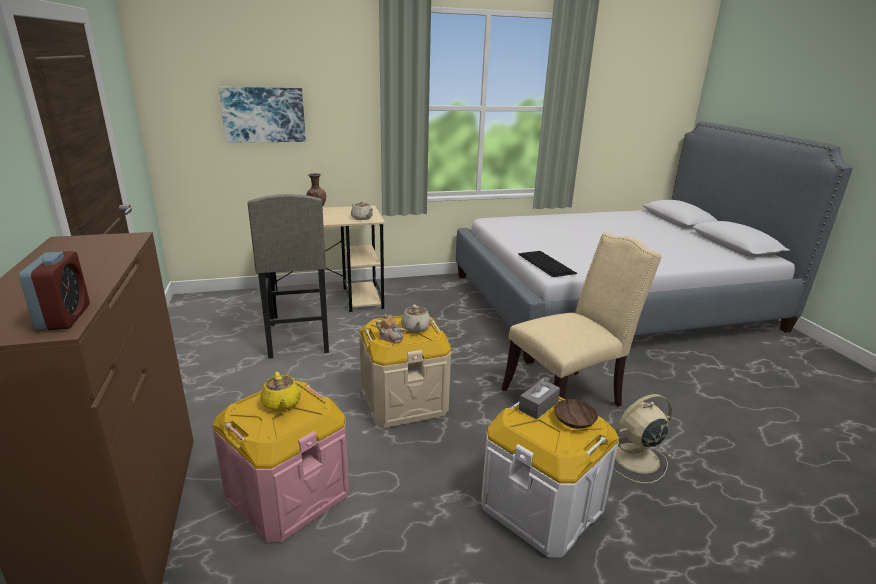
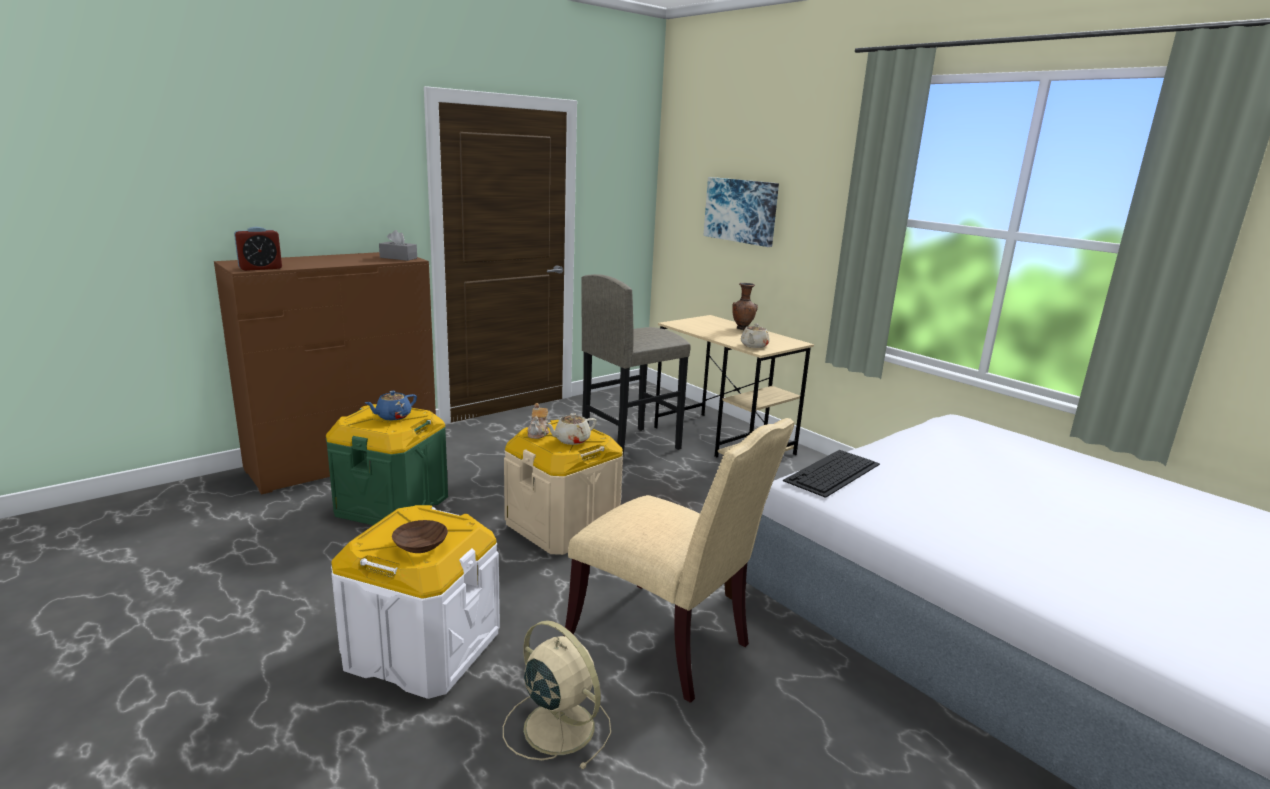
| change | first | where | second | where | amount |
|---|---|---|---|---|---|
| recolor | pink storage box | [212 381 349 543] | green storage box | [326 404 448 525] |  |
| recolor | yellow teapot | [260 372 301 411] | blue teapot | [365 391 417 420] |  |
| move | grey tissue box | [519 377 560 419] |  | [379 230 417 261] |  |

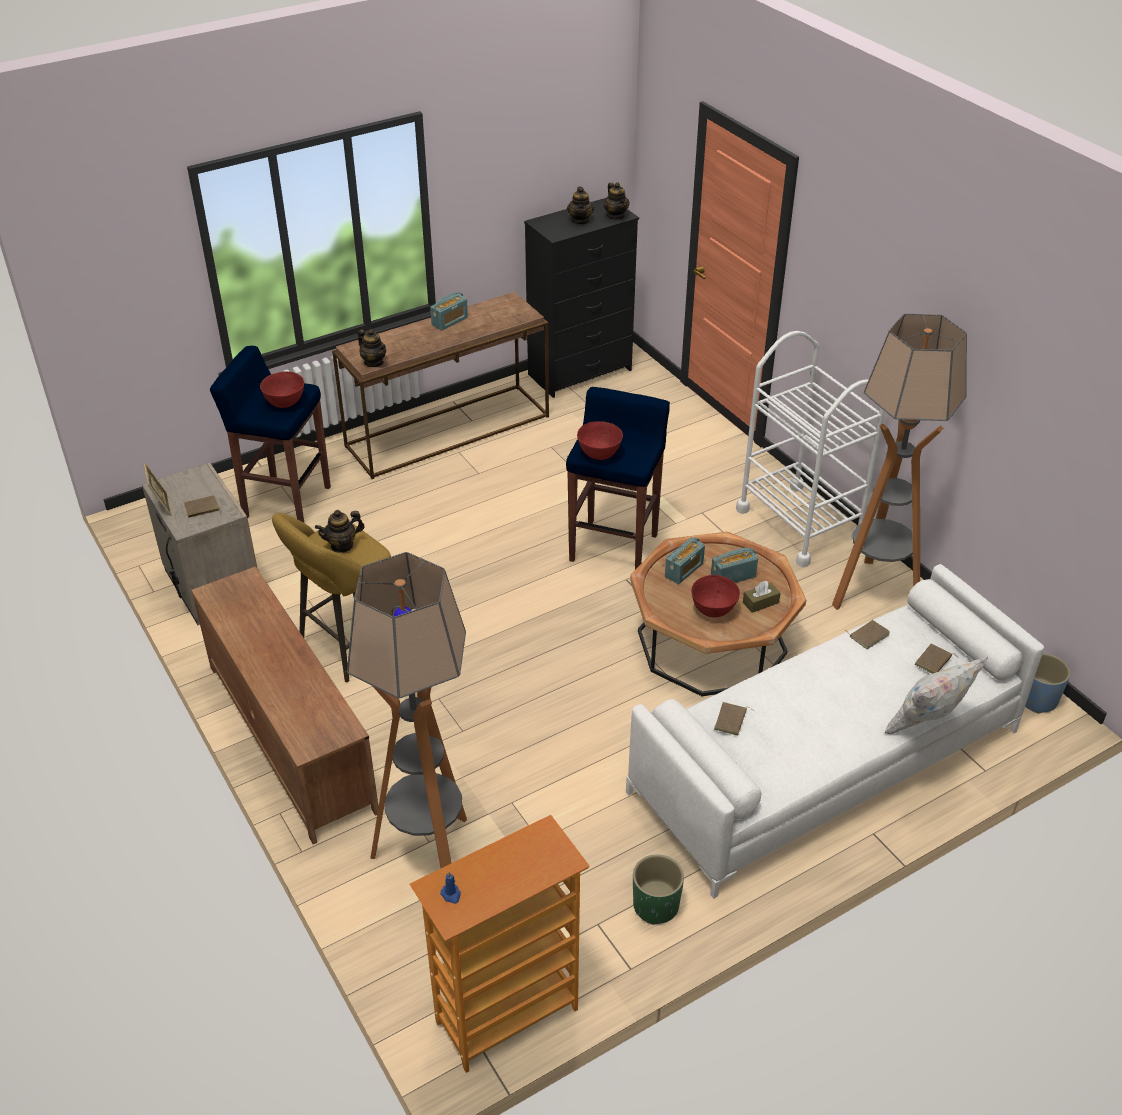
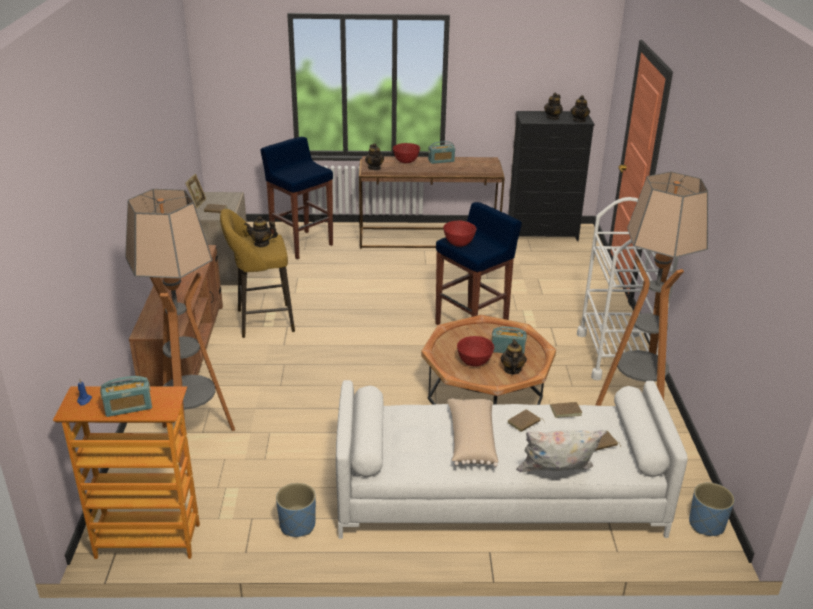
| change | first | where | second | where | amount |
|---|---|---|---|---|---|
| move | red bowl | [260 372 304 408] |  | [393 143 420 163] |  |
| recolor | green planter | [633 854 684 925] | blue planter | [276 483 316 537] |  |
| move | radio | [665 537 705 584] |  | [100 376 152 417] |  |
| move | brown book | [714 702 754 736] |  | [507 409 545 432] |  |
| replace | brown tissue box | [743 581 781 613] | teapot | [500 339 527 374] |  |
| insert |  |  | beige pillow | [447 398 498 467] |  |

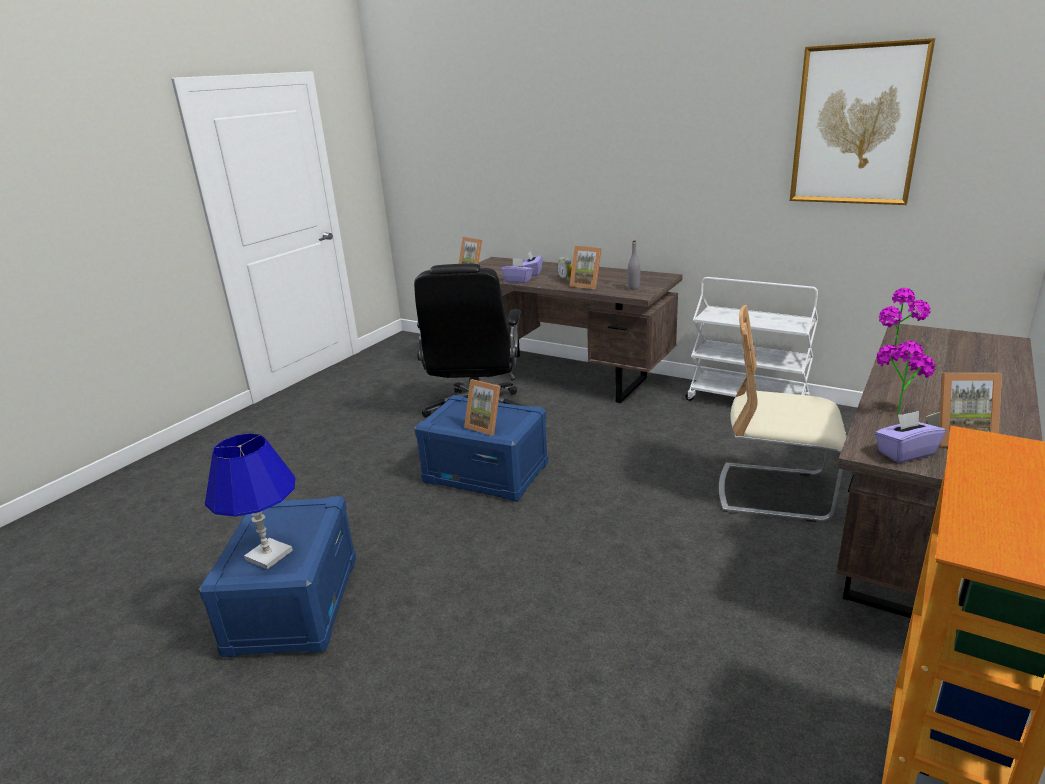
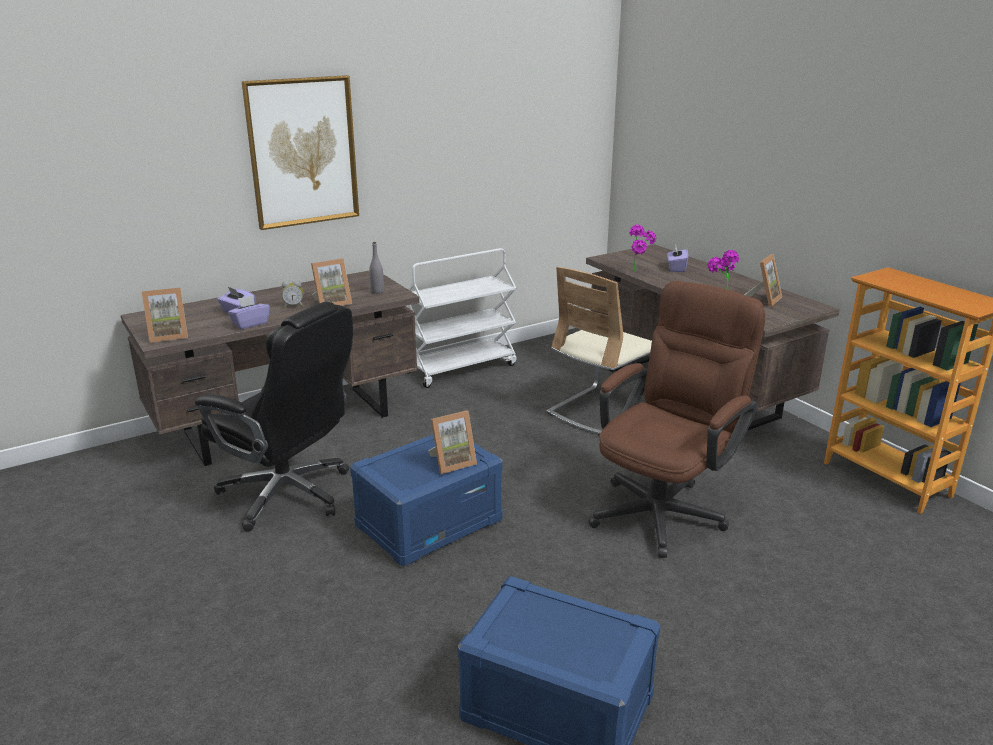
| change | first | where | second | where | amount |
|---|---|---|---|---|---|
| delete | blue table lamp | [205 433 295 569] |  |  |  |
| move | picture | [790 38 935 205] |  | [242 75 359 230] |  |
| move | purple tissue box | [875 411 946 463] |  | [667 246 688 272] |  |
| insert |  |  | brown office chair | [588 281 765 558] |  |

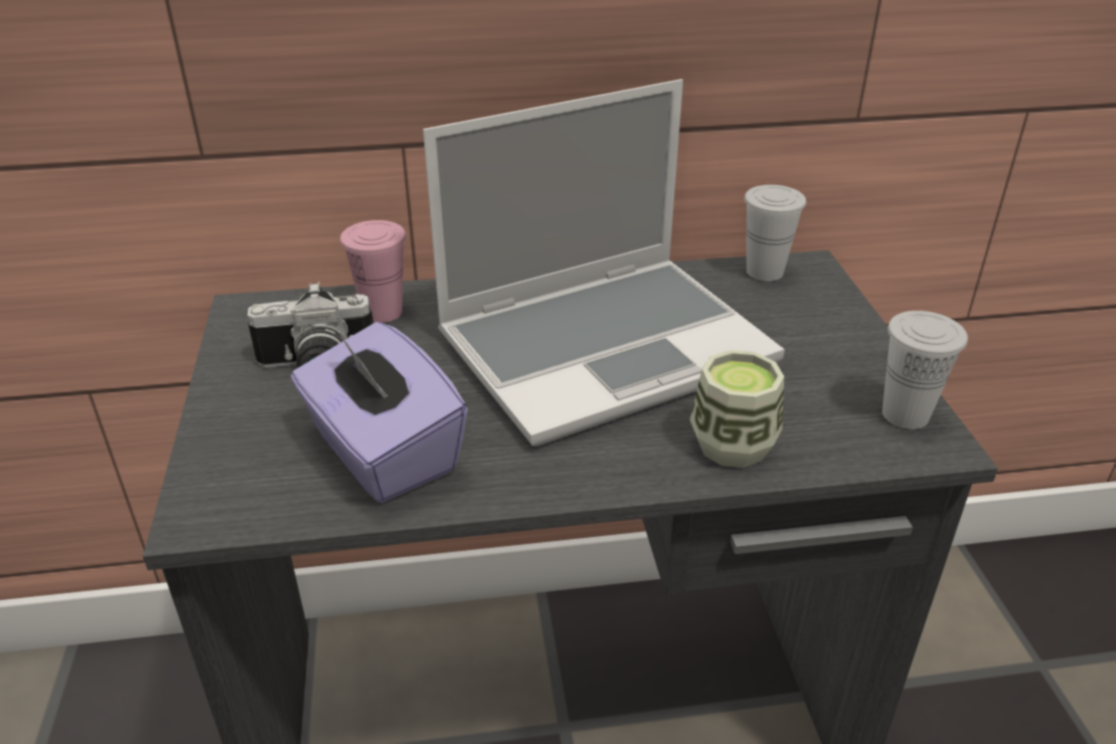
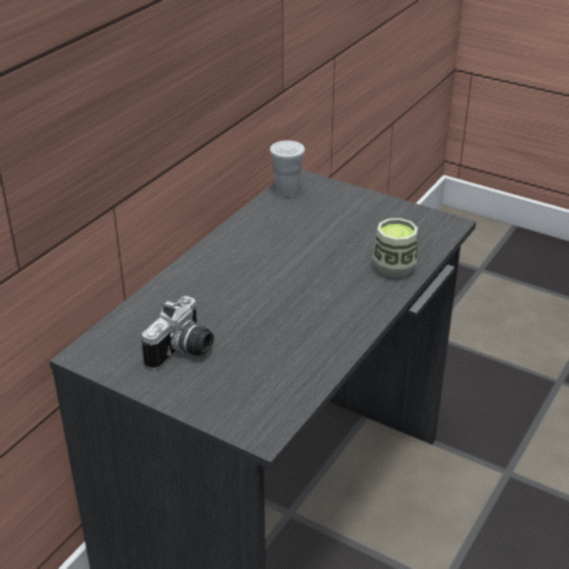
| change | first | where | second | where | amount |
|---|---|---|---|---|---|
| delete | purple tissue box | [291 322 468 503] |  |  |  |
| delete | pink cup | [340 220 406 323] |  |  |  |
| delete | laptop | [423 79 785 446] |  |  |  |
| delete | white cup | [882 311 968 429] |  |  |  |

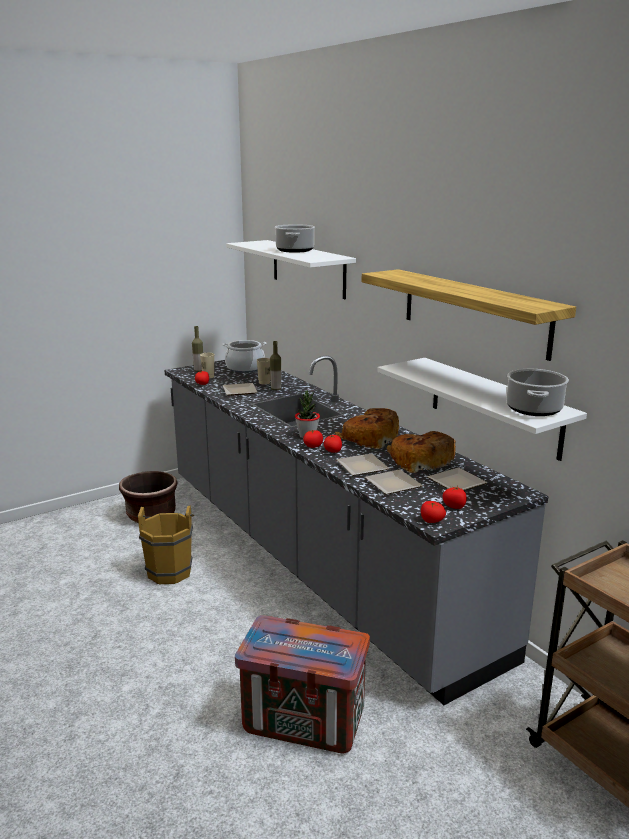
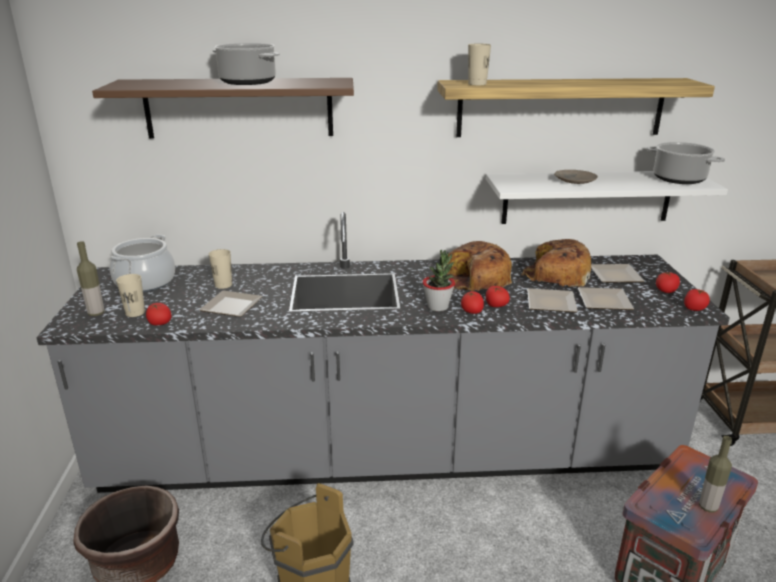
| change | first | where | second | where | amount |
|---|---|---|---|---|---|
| recolor | white shelf | [226 240 356 299] | brown shelf | [92 78 354 138] |  |
| move | bottle | [270 341 281 390] |  | [699 436 732 512] |  |
| insert |  |  | beige cup | [468 44 491 85] |  |
| insert |  |  | beige plate | [554 170 598 184] |  |

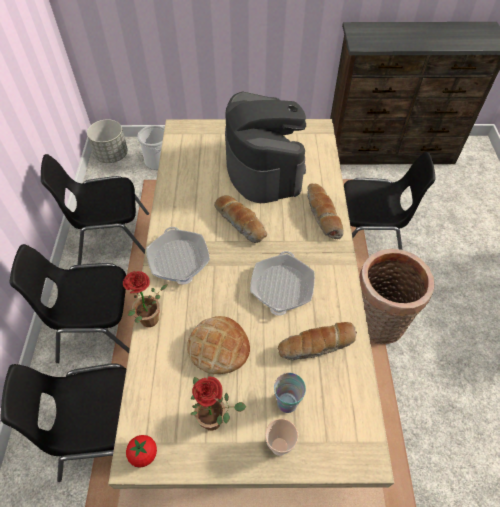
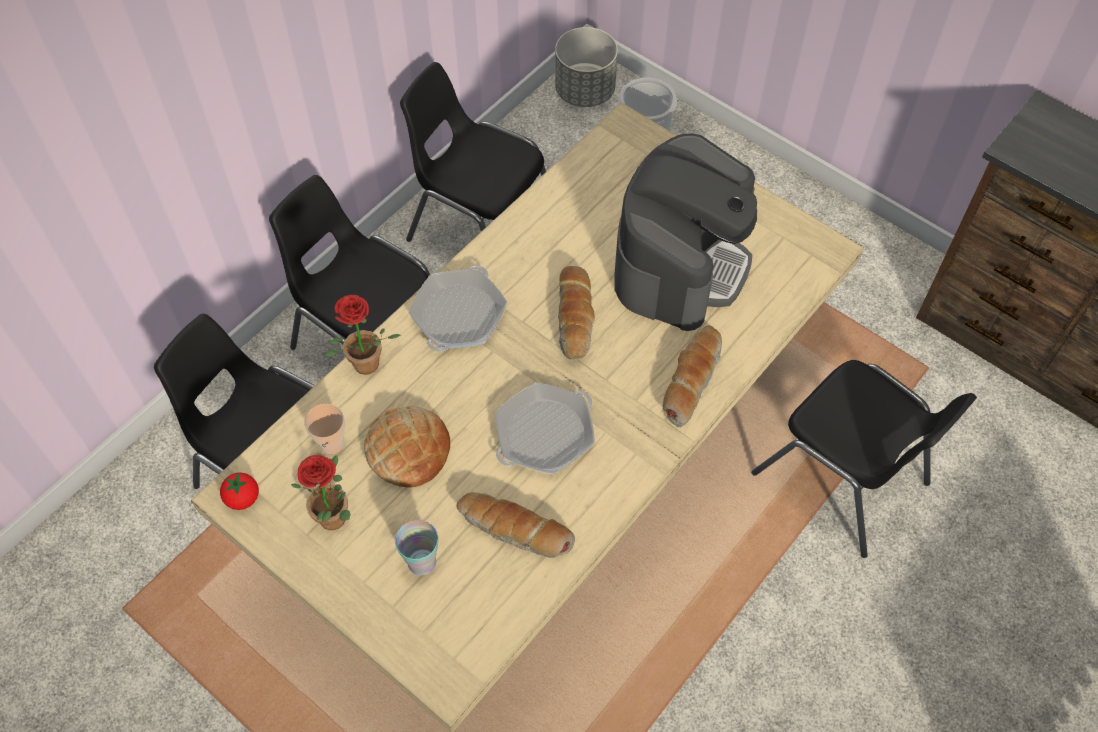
| change | first | where | second | where | amount |
|---|---|---|---|---|---|
| move | cup | [265 419 298 456] |  | [305 404 345 454] |  |
| delete | basket | [360 249 434 344] |  |  |  |

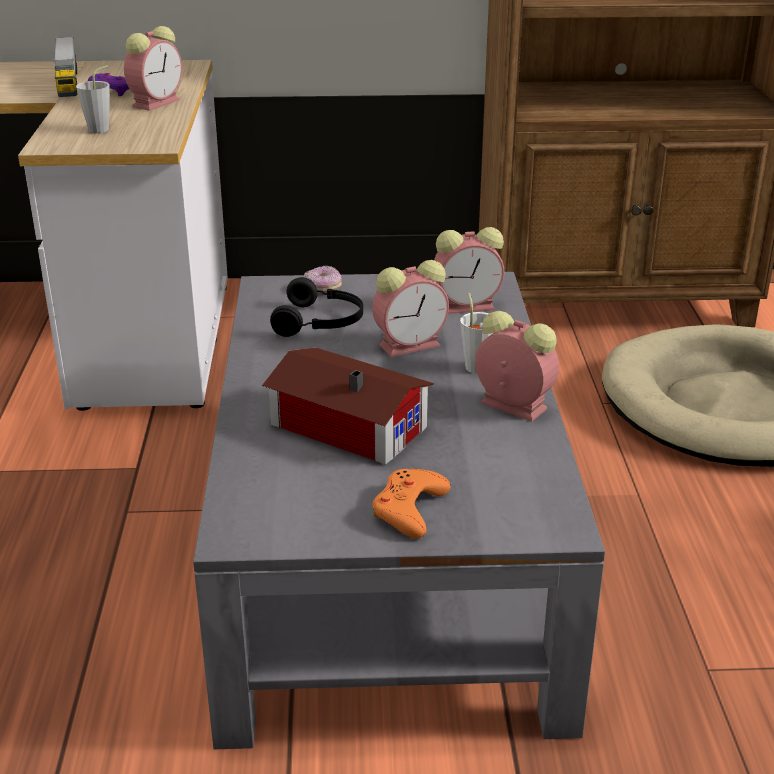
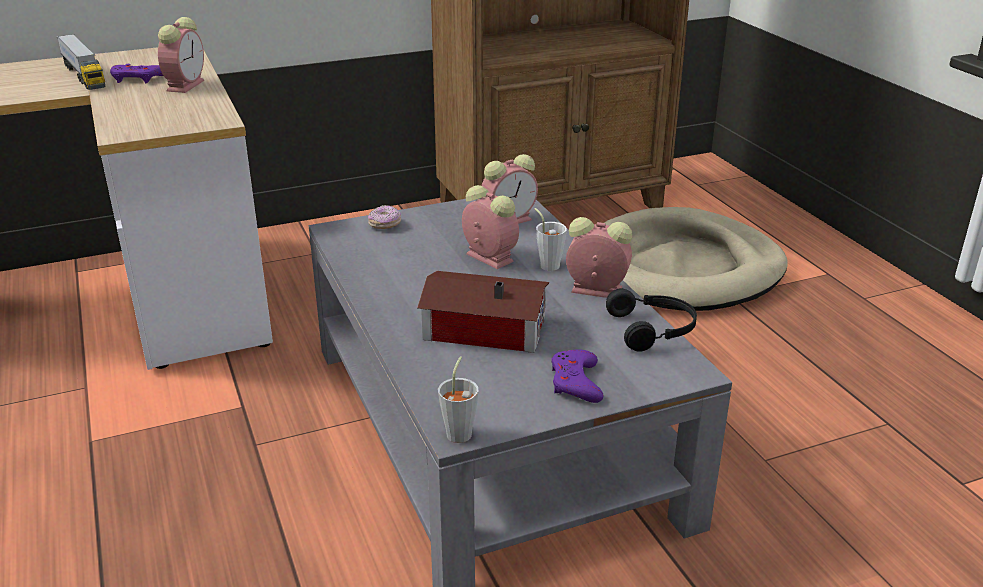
| change | first | where | second | where | amount |
|---|---|---|---|---|---|
| move | grey cup | [76 65 110 133] |  | [438 356 479 443] |  |
| move | black headphones | [270 277 363 337] |  | [606 288 697 352] |  |
| rotate | alarm clock | [372 260 449 357] |  | [462 185 519 269] | 90 degrees counterclockwise |
| recolor | orange game controller | [372 469 451 539] | purple game controller | [551 349 603 403] |  |

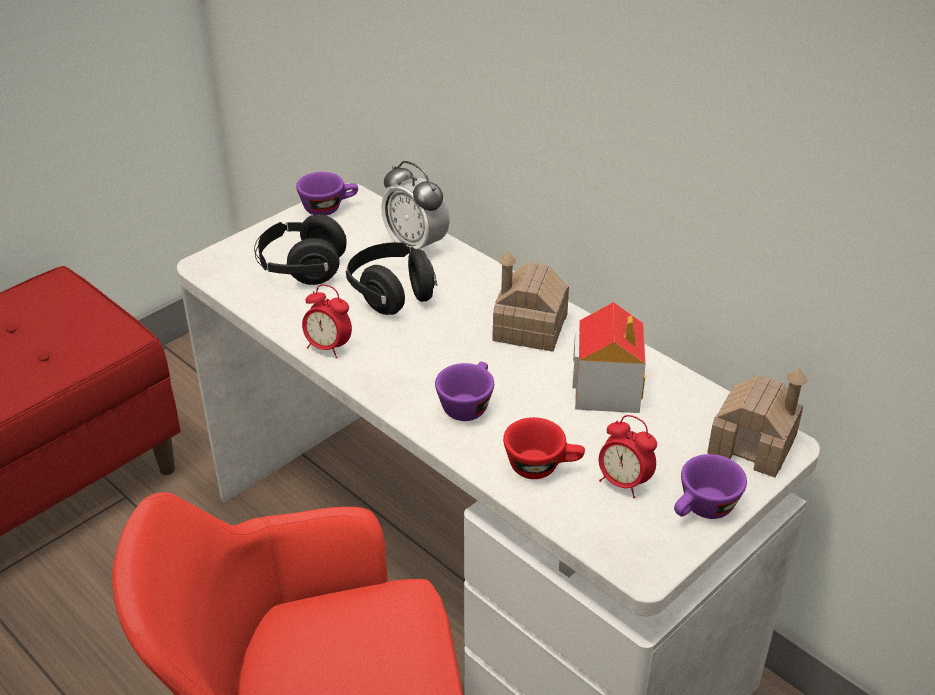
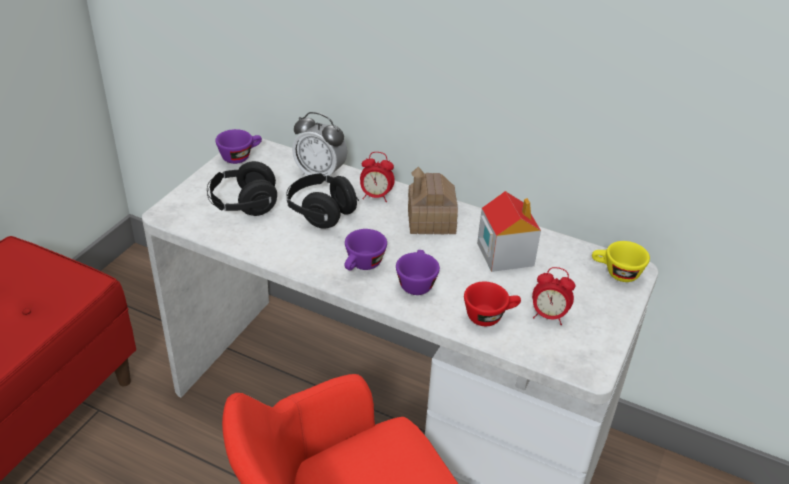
| change | first | where | second | where | amount |
|---|---|---|---|---|---|
| move | alarm clock | [302 284 352 358] |  | [360 152 395 202] |  |
| move | purple cup | [674 454 747 519] |  | [344 229 387 271] |  |
| replace | toy house | [707 368 807 477] | yellow cup | [592 241 650 282] |  |

